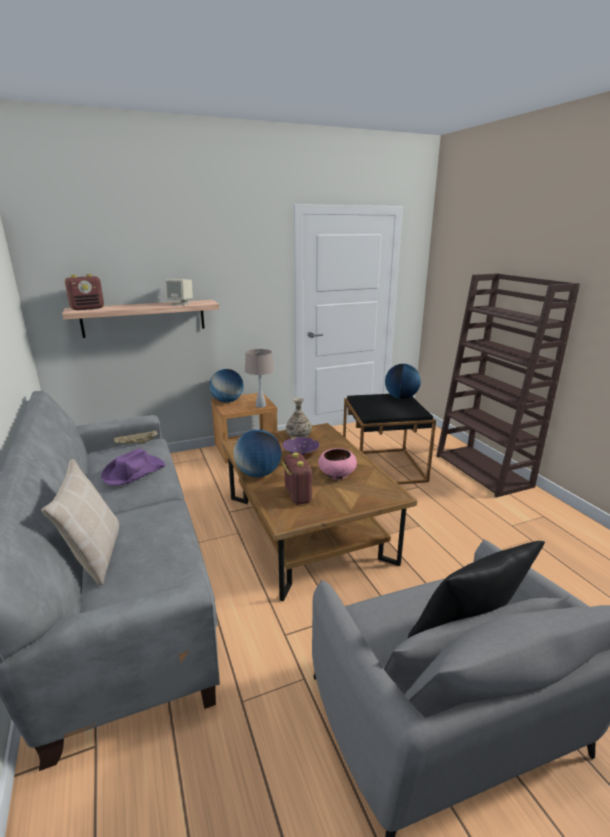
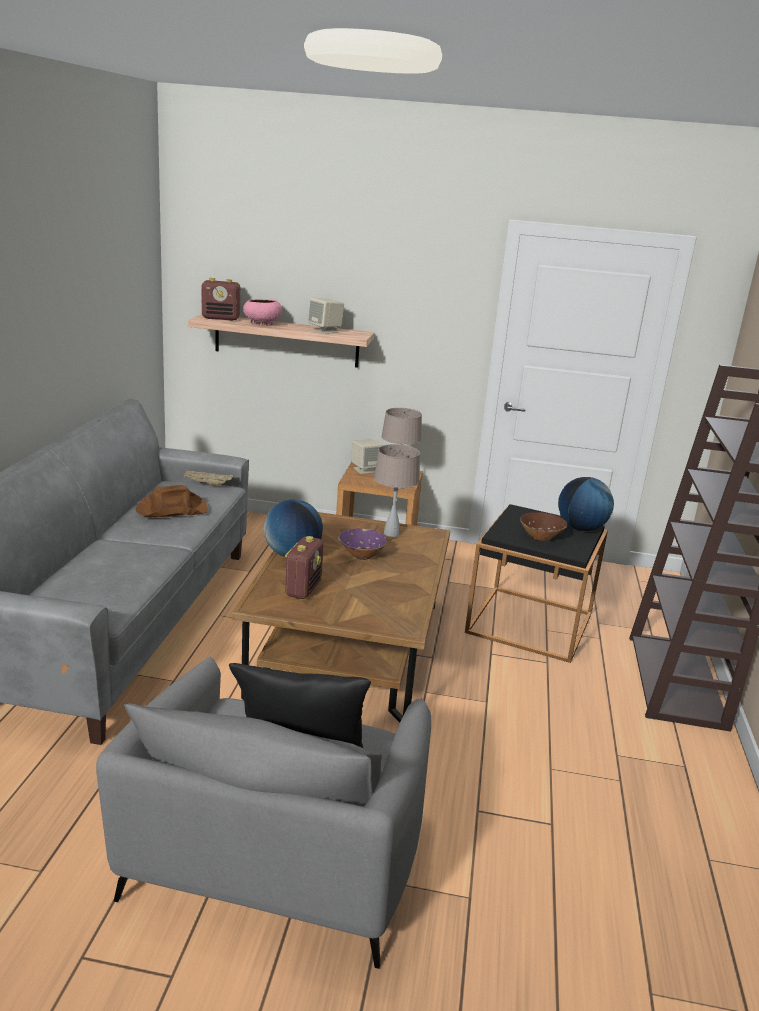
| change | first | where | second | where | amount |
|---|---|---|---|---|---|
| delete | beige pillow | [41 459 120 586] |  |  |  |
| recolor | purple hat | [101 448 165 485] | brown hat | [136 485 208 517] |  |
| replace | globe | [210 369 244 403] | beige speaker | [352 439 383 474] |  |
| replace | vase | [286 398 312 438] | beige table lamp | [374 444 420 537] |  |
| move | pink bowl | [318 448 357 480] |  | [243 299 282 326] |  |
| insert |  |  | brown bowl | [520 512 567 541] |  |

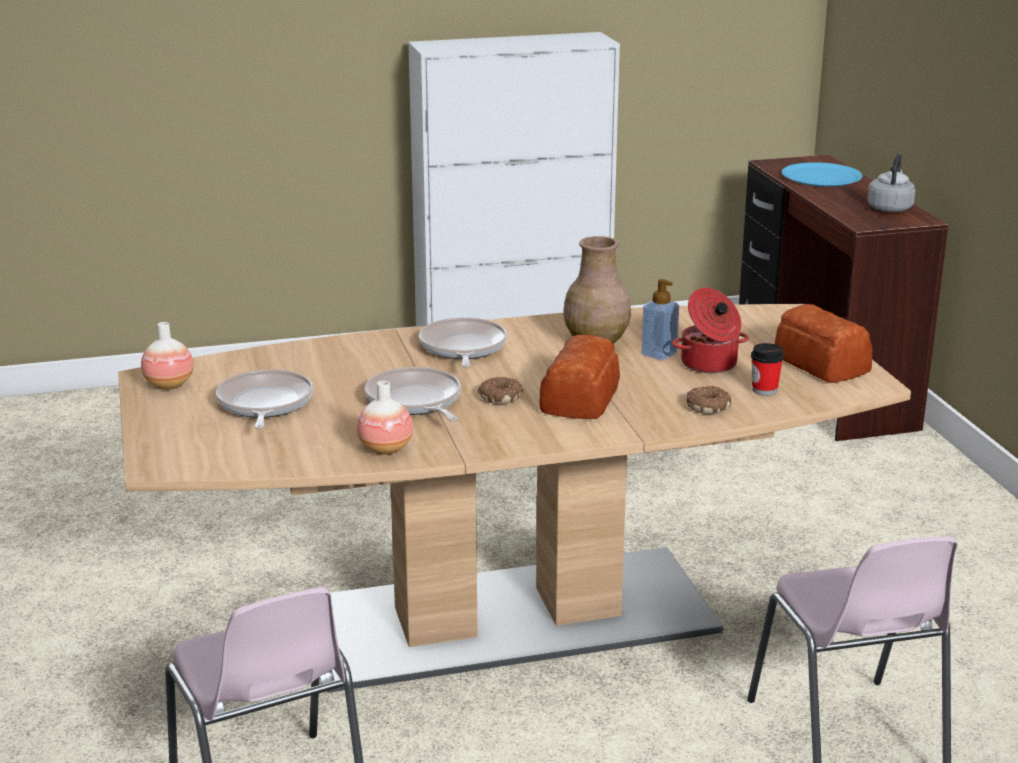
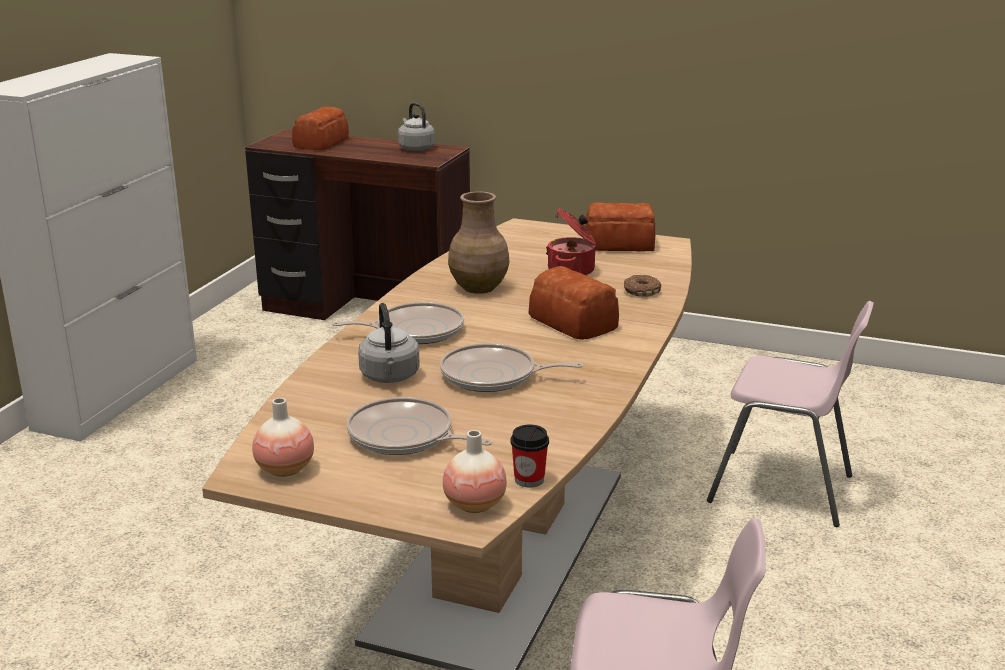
| change | first | where | second | where | amount |
|---|---|---|---|---|---|
| move | vase | [357 381 413 455] |  | [443 430 507 513] |  |
| rotate | frying pan | [419 317 507 368] |  | [332 302 464 344] | 135 degrees clockwise |
| delete | donut | [478 377 523 404] |  |  |  |
| delete | soap dispenser | [641 279 679 360] |  |  |  |
| move | cup | [751 343 784 396] |  | [510 425 549 488] |  |
| replace | blue plate | [782 162 862 187] | bread | [292 106 349 150] |  |
| insert |  |  | grey kettle | [358 303 420 383] |  |

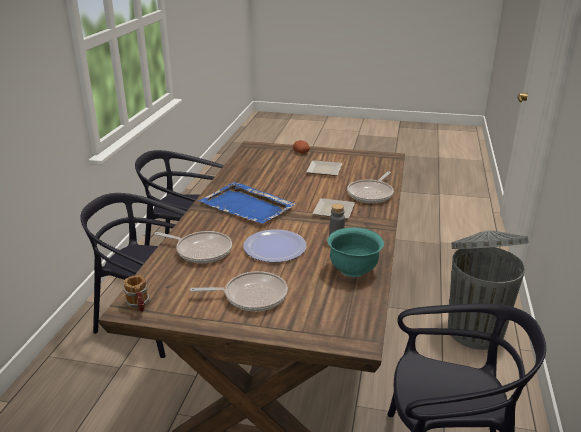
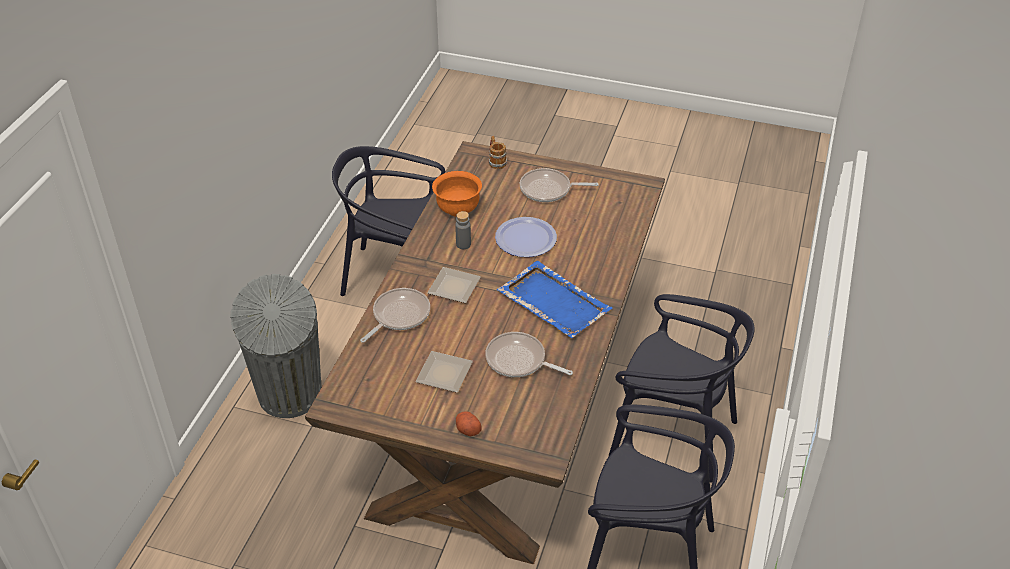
| change | first | where | second | where | amount |
|---|---|---|---|---|---|
| move | mug | [124 275 150 312] |  | [488 136 507 169] |  |
| move | frying pan | [154 231 232 263] |  | [485 332 573 377] |  |
| recolor | turquoise bowl | [327 227 384 277] | orange bowl | [432 171 482 217] |  |

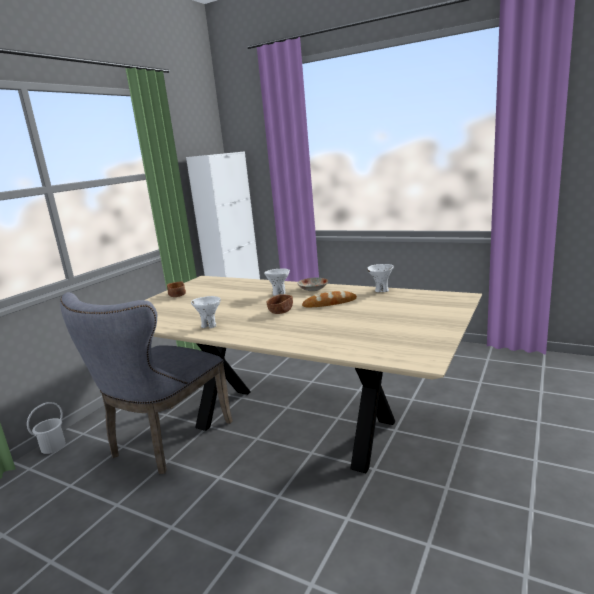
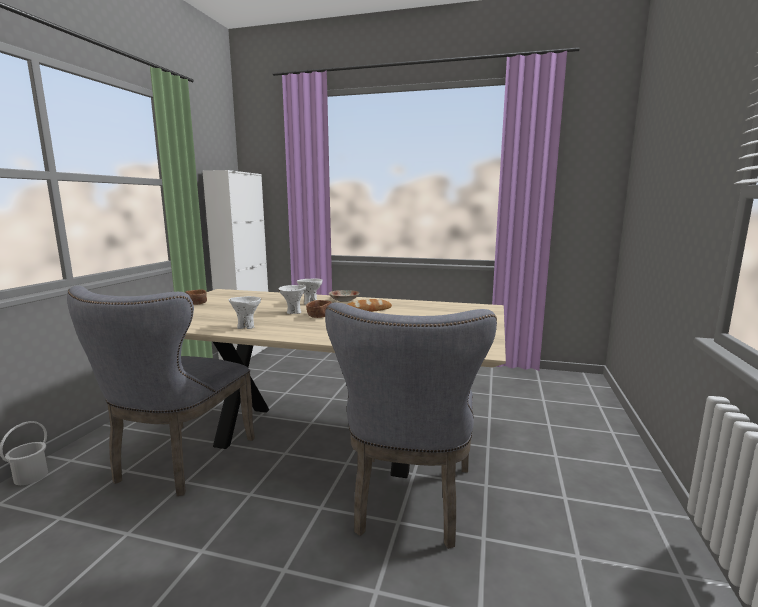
| change | first | where | second | where | amount |
|---|---|---|---|---|---|
| move | white bowl | [367 264 394 292] |  | [278 285 306 314] |  |
| insert |  |  | grey chair | [325 302 497 549] |  |

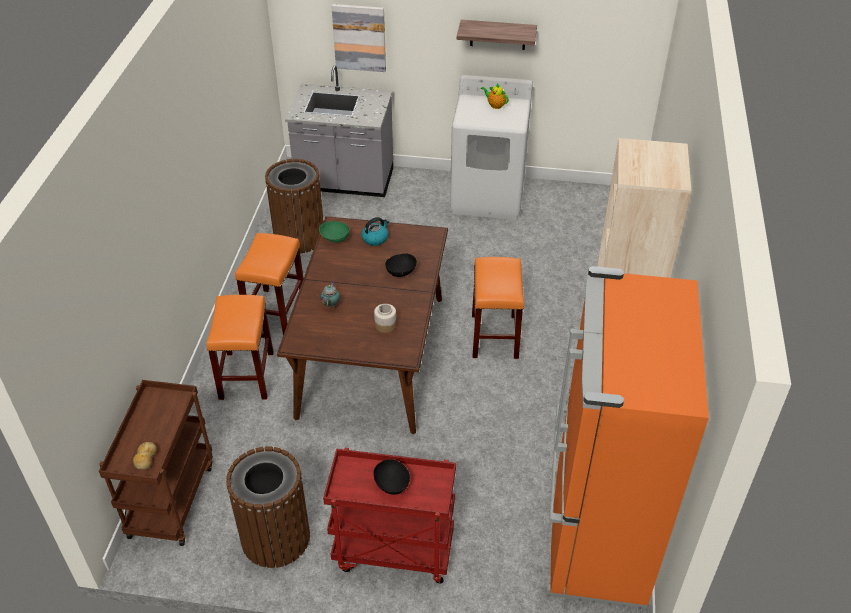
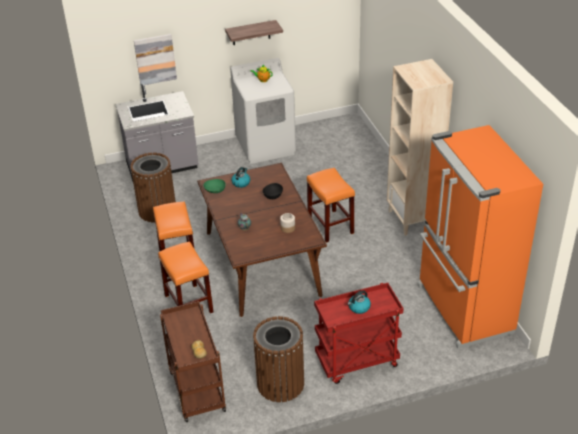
| change | first | where | second | where | amount |
|---|---|---|---|---|---|
| replace | black bowl | [373 459 410 495] | kettle | [348 290 371 314] |  |

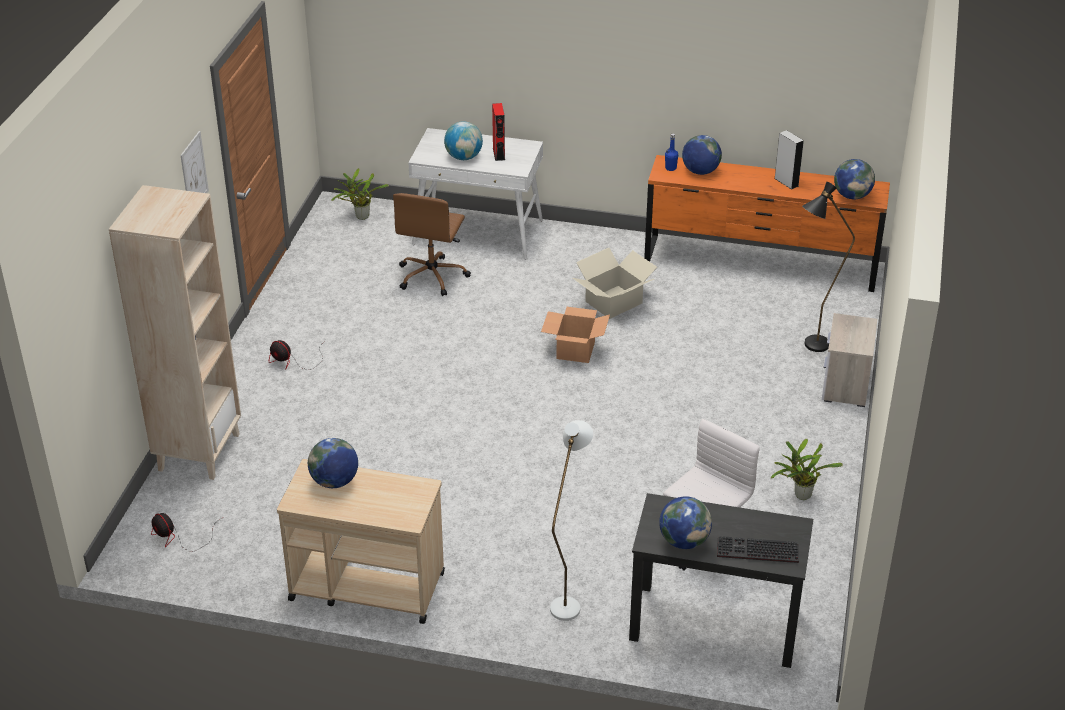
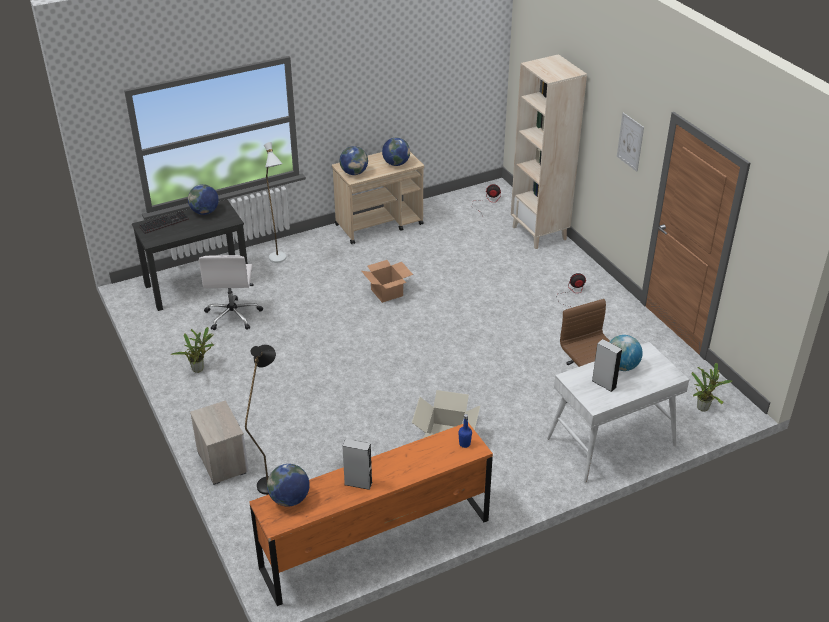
| change | first | where | second | where | amount |
|---|---|---|---|---|---|
| recolor | red speaker | [492 103 505 161] | grey speaker | [592 339 622 392] |  |
| move | cardboard box | [541 307 610 363] |  | [361 260 413 303] |  |
| move | globe | [682 135 722 175] |  | [340 146 368 175] |  |

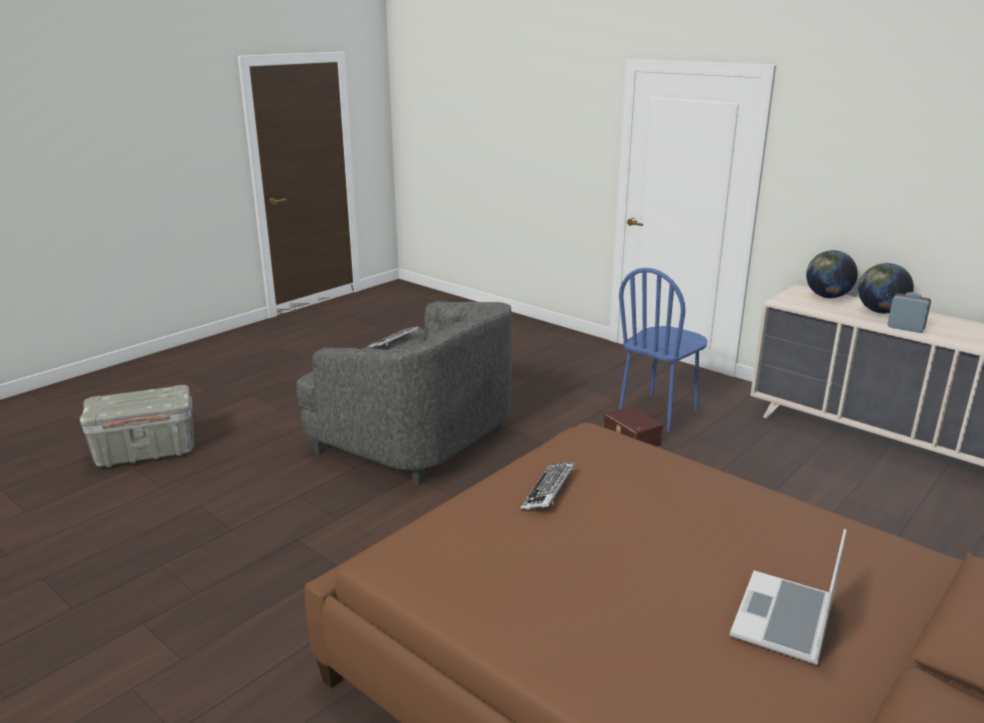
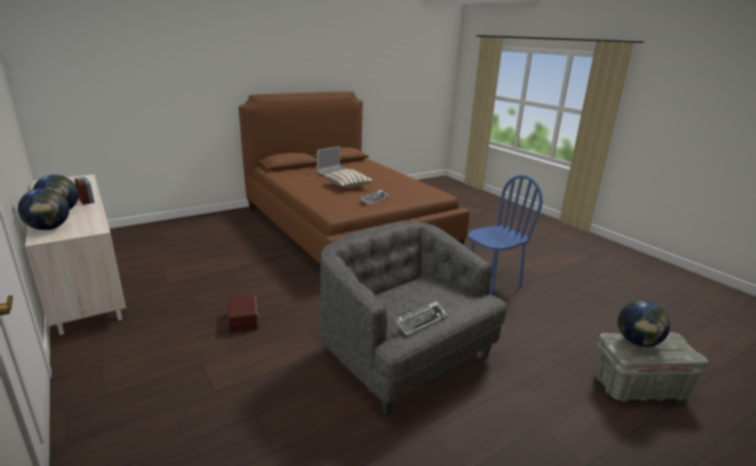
| change | first | where | second | where | amount |
|---|---|---|---|---|---|
| move | blue chair | [619 268 708 432] |  | [468 175 542 295] |  |
| insert |  |  | pillow | [324 169 374 188] |  |
| insert |  |  | globe | [617 300 670 347] |  |

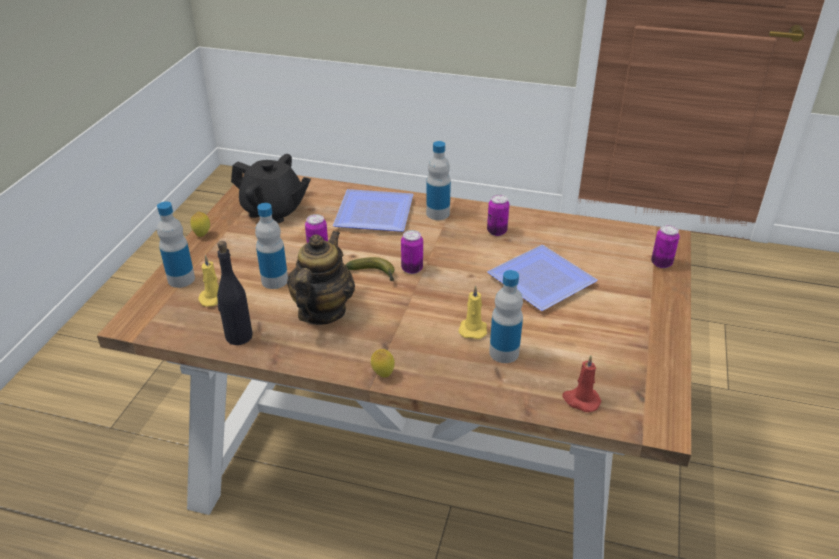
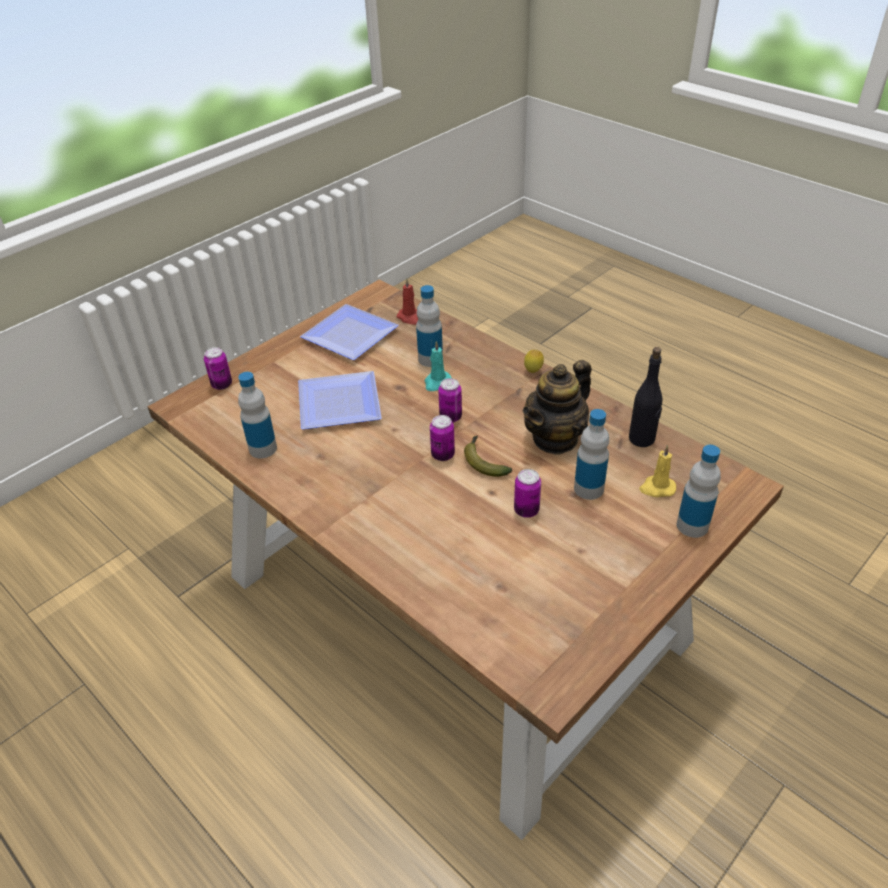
| change | first | where | second | where | amount |
|---|---|---|---|---|---|
| delete | lemon | [190 211 210 237] |  |  |  |
| delete | black teapot | [231 154 311 223] |  |  |  |
| move | plate | [333 189 413 232] |  | [300 304 399 360] |  |
| move | bottle | [426 141 451 220] |  | [238 372 277 458] |  |
| recolor | yellow candle | [458 286 487 339] | turquoise candle | [425 341 452 391] |  |
| move | can | [487 194 509 236] |  | [438 378 462 422] |  |

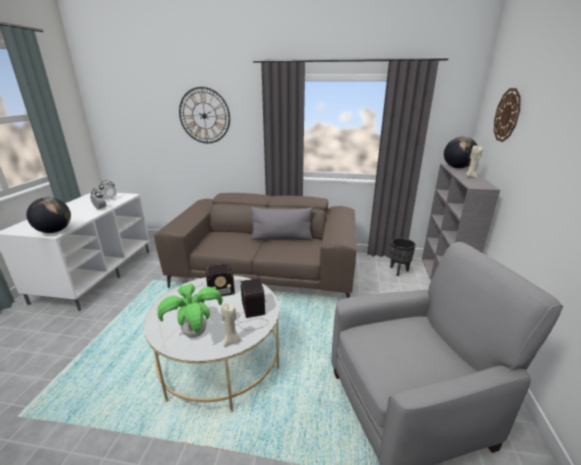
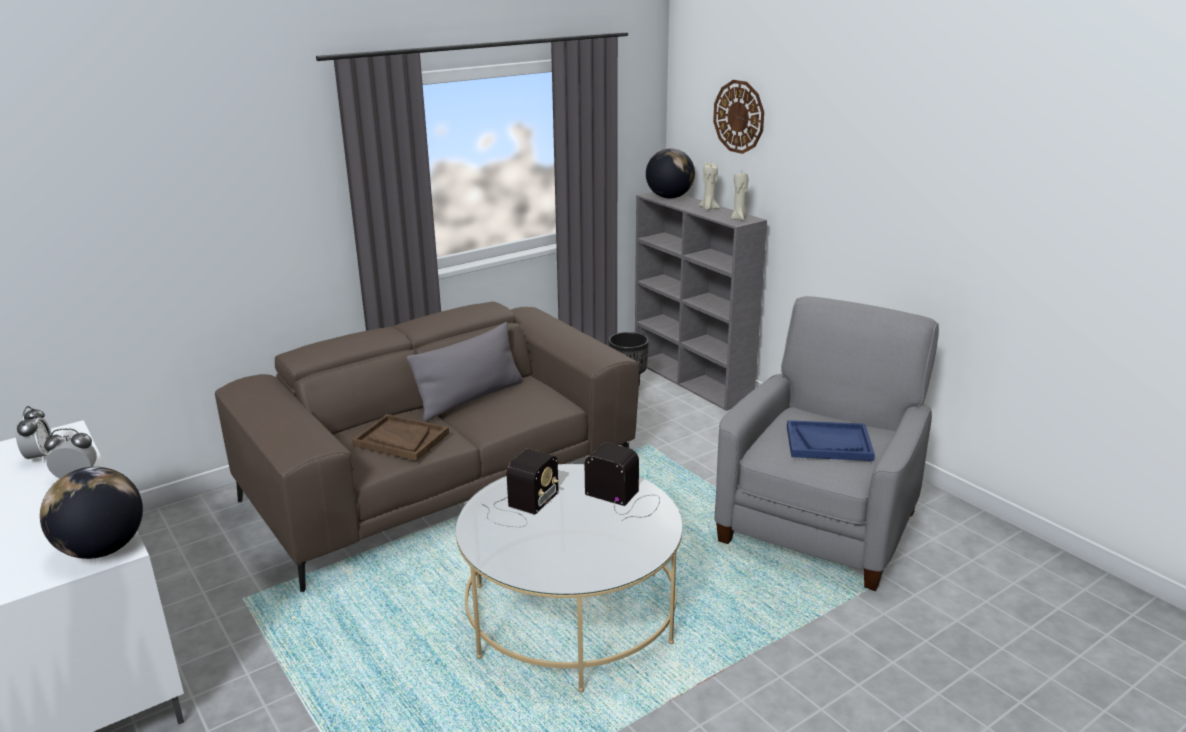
| change | first | where | second | where | amount |
|---|---|---|---|---|---|
| delete | potted plant | [158 284 223 338] |  |  |  |
| delete | wall clock | [179 87 230 143] |  |  |  |
| move | beige candle | [221 303 241 347] |  | [731 171 749 220] |  |
| insert |  |  | brown tray | [352 414 449 461] |  |
| insert |  |  | blue tray | [787 420 875 461] |  |

